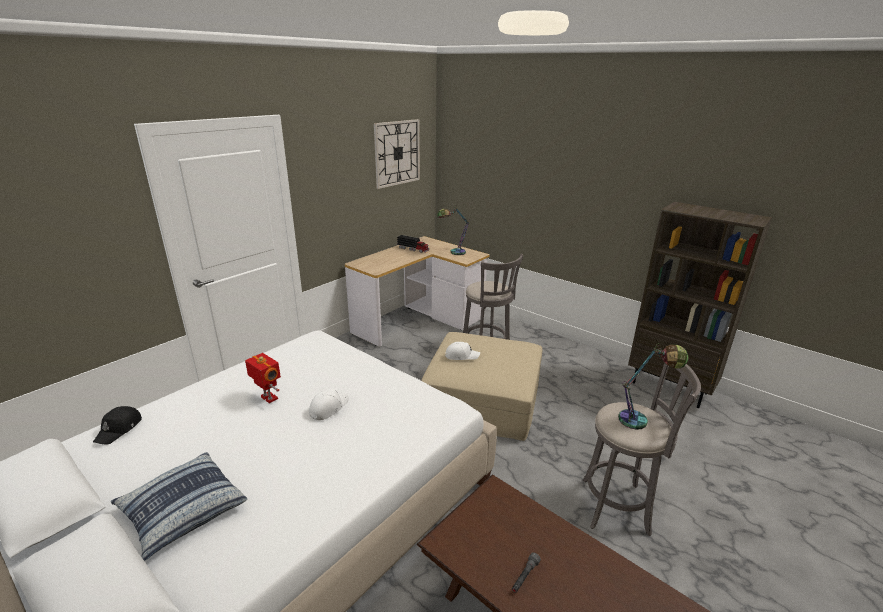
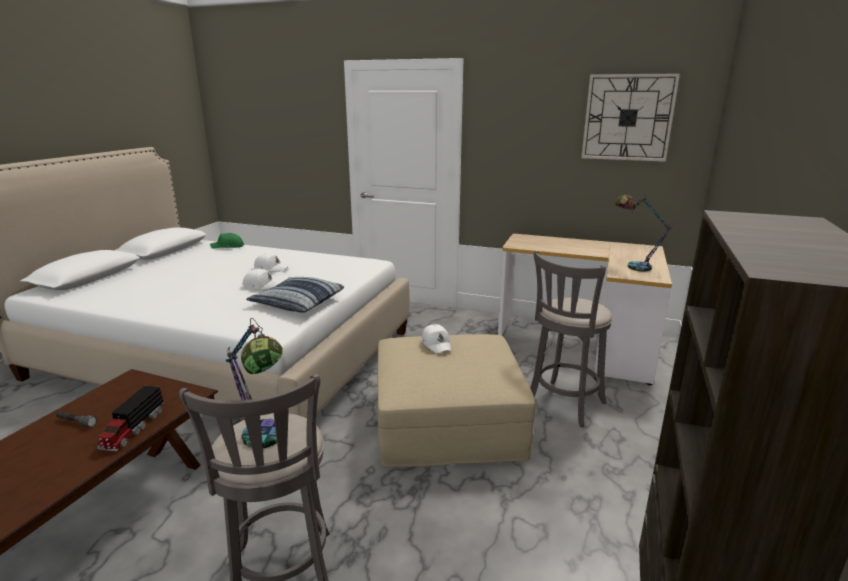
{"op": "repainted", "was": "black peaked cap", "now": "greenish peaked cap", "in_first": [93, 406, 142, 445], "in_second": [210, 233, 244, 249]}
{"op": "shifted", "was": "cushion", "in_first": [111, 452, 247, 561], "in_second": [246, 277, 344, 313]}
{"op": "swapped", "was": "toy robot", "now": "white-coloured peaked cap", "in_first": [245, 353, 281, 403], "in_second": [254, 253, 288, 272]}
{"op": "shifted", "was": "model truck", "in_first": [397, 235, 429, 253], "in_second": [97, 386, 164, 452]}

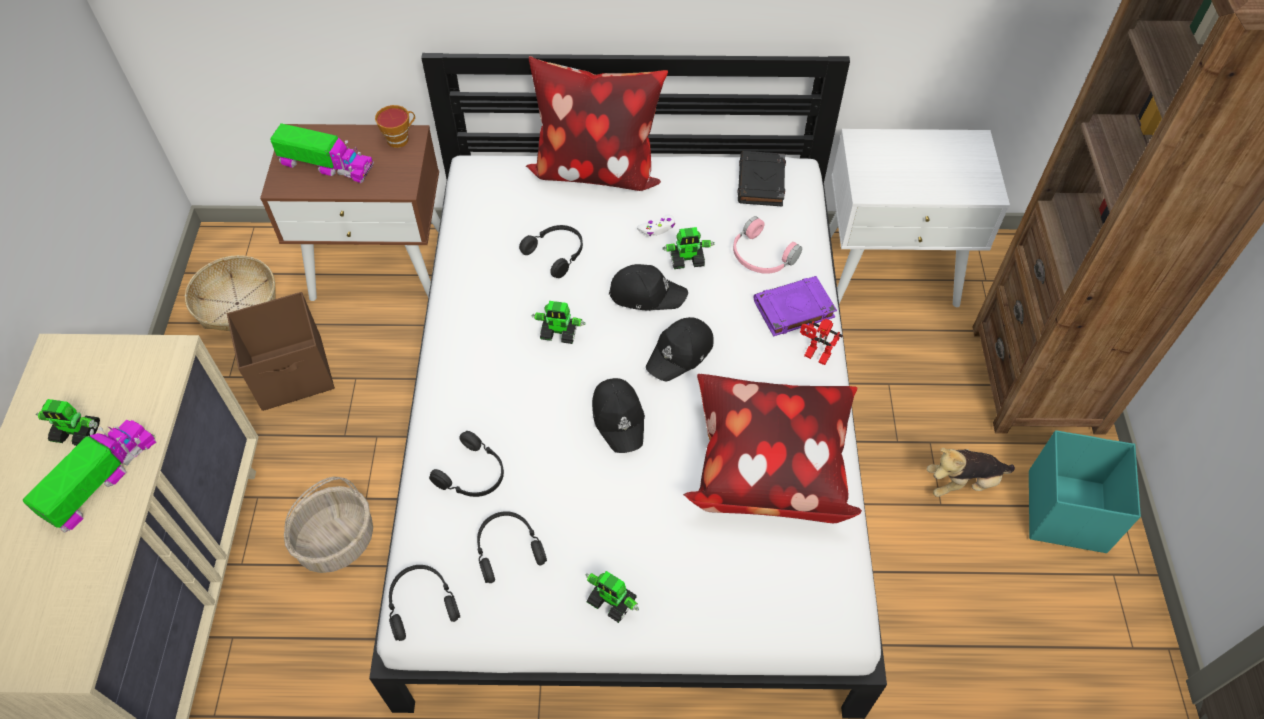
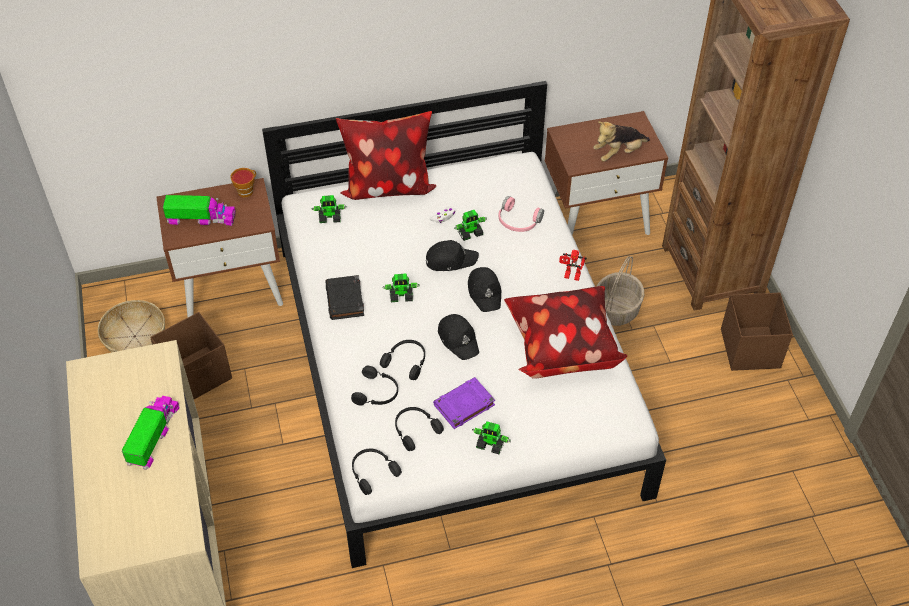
{"op": "shifted", "was": "toy robot", "in_first": [36, 399, 100, 446], "in_second": [311, 195, 347, 223]}
{"op": "shifted", "was": "basket", "in_first": [284, 477, 373, 573], "in_second": [596, 256, 644, 326]}
{"op": "shifted", "was": "black headphones", "in_first": [519, 225, 583, 278], "in_second": [380, 340, 425, 380]}
{"op": "rotated", "was": "black peaked cap", "in_first": [646, 317, 714, 382], "in_second": [468, 267, 502, 312], "clockwise": -45}
{"op": "shifted", "was": "black volume", "in_first": [738, 151, 786, 207], "in_second": [325, 275, 364, 320]}
{"op": "shifted", "was": "purple volume", "in_first": [754, 276, 837, 337], "in_second": [433, 377, 495, 429]}
{"op": "repainted", "was": "white-coloured bedside table", "now": "brown bedside table", "in_first": [829, 129, 1010, 307], "in_second": [545, 111, 668, 235]}
{"op": "shifted", "was": "plush toy", "in_first": [927, 448, 1015, 497], "in_second": [594, 121, 650, 162]}
{"op": "repainted", "was": "turquoise-coloured storage container", "now": "brown storage container", "in_first": [1029, 430, 1141, 553], "in_second": [721, 292, 793, 371]}

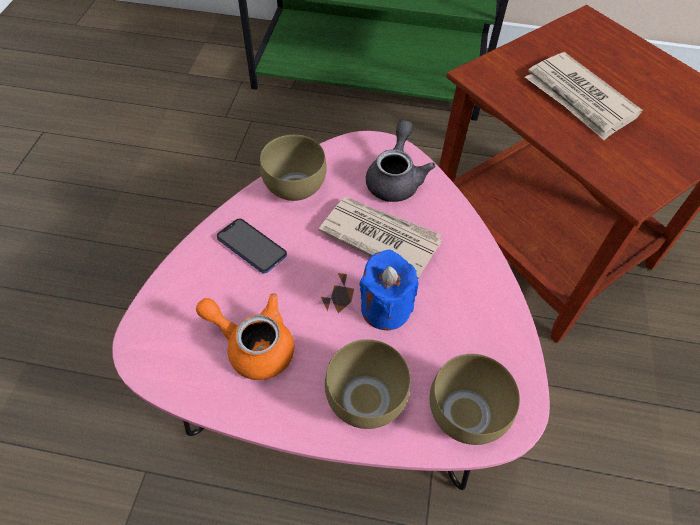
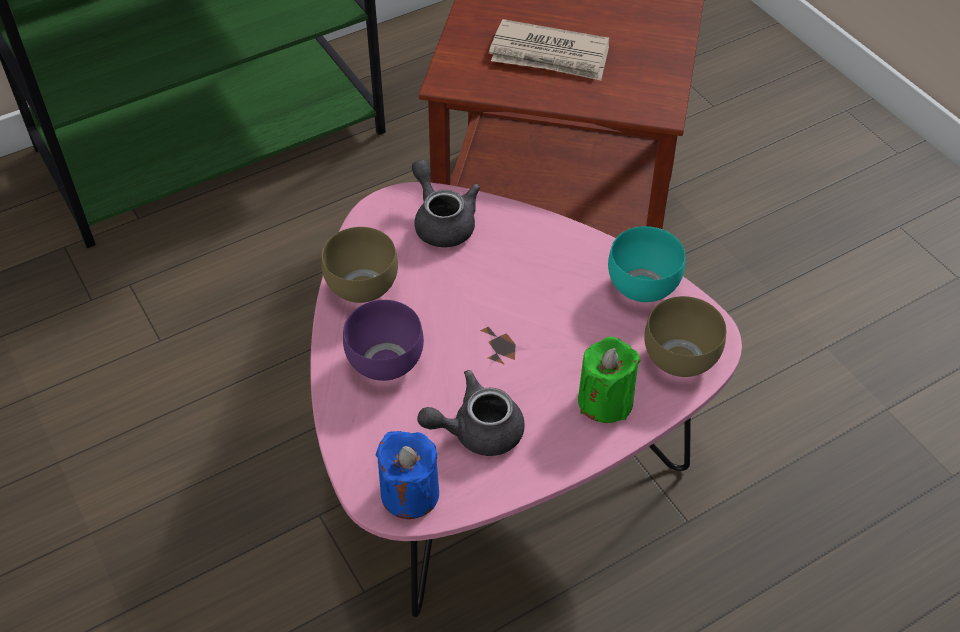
{"op": "repainted", "was": "orange-coloured tea pot", "now": "greyish tea pot", "in_first": [196, 293, 294, 380], "in_second": [417, 370, 525, 456]}
{"op": "swapped", "was": "phone", "now": "purple serving bowl", "in_first": [217, 219, 287, 273], "in_second": [343, 300, 424, 381]}
{"op": "gone", "was": "newspaper", "in_first": [319, 197, 442, 279]}
{"op": "swapped", "was": "brown serving bowl", "now": "greenish wax light", "in_first": [325, 339, 411, 429], "in_second": [578, 337, 641, 423]}
{"op": "shifted", "was": "blue wax light", "in_first": [359, 249, 419, 331], "in_second": [375, 431, 439, 519]}
{"op": "new", "now": "turquoise-coloured serving bowl", "in_second": [608, 226, 685, 302]}

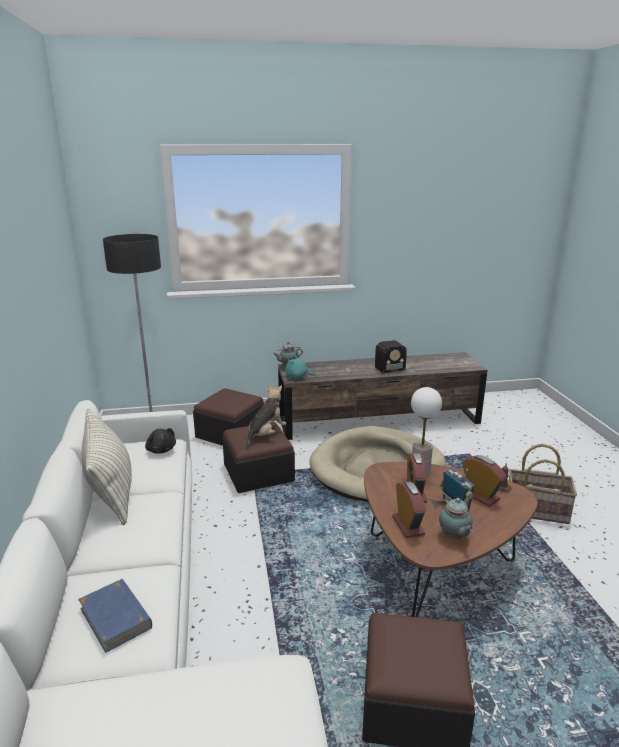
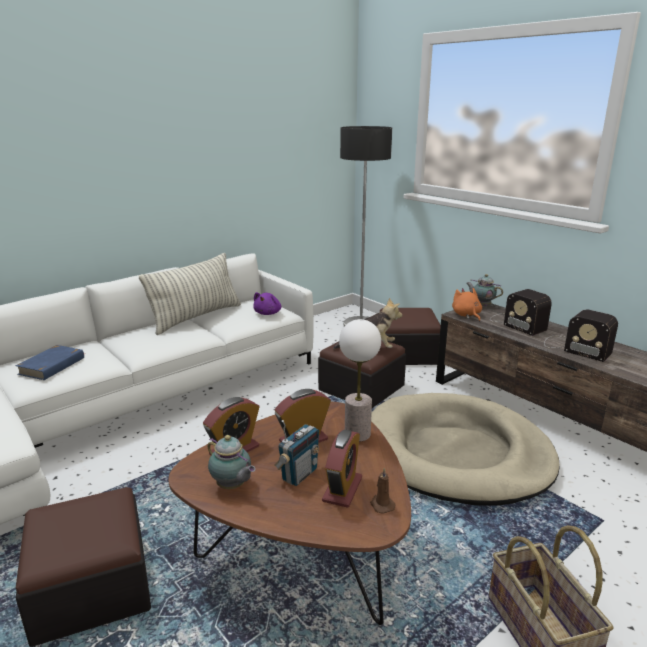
{"op": "repainted", "was": "black plush toy", "now": "purple plush toy", "in_first": [145, 428, 176, 454], "in_second": [253, 292, 281, 315]}
{"op": "repainted", "was": "turquoise-coloured plush toy", "now": "orange-coloured plush toy", "in_first": [285, 355, 317, 379], "in_second": [452, 288, 482, 322]}
{"op": "rotated", "was": "tea pot", "in_first": [439, 496, 474, 539], "in_second": [208, 435, 256, 489], "clockwise": -90}
{"op": "new", "now": "radio", "in_second": [490, 289, 552, 336]}

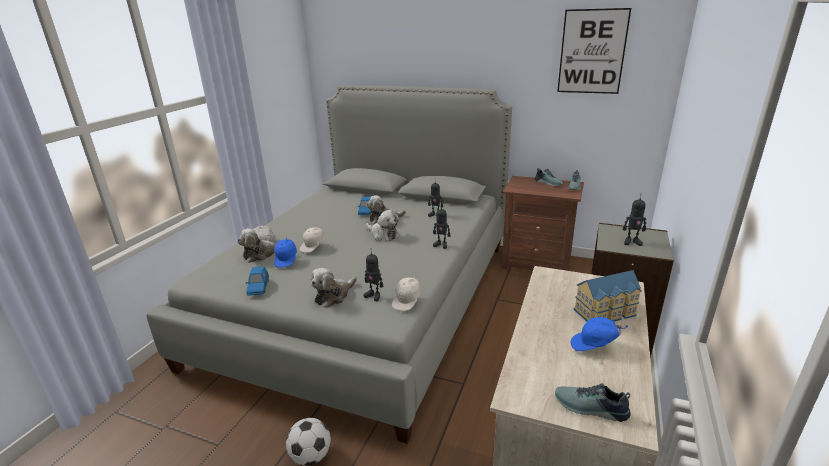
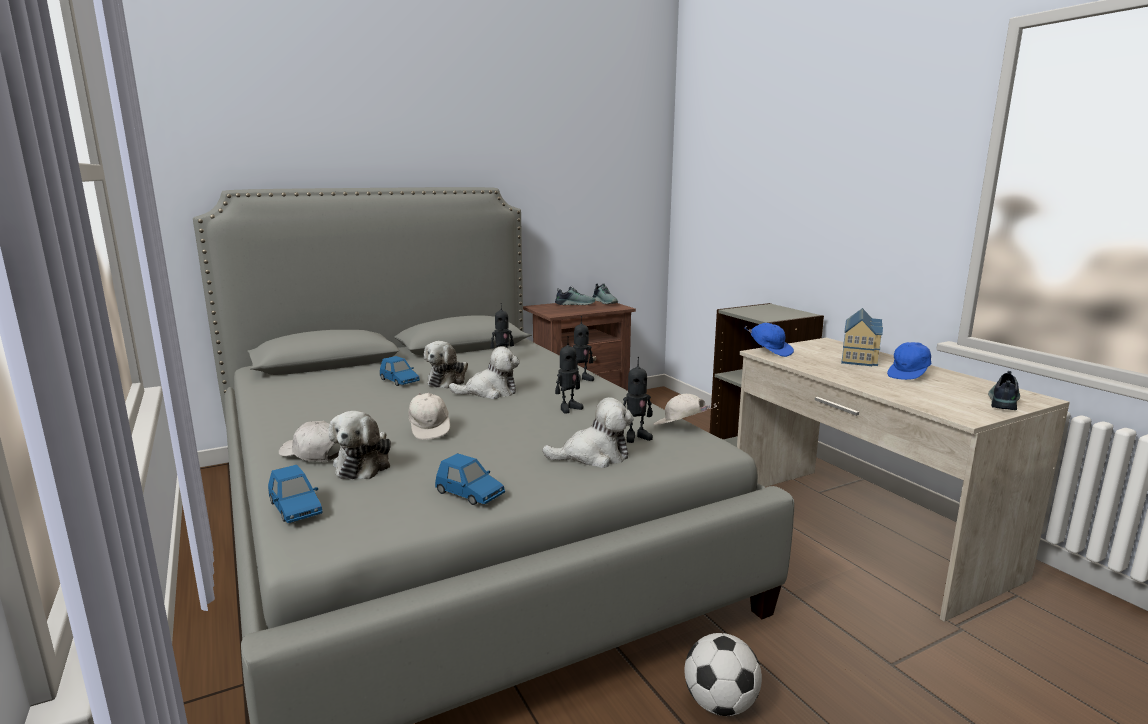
{"op": "shifted", "was": "blue peaked cap", "in_first": [274, 237, 297, 268], "in_second": [744, 323, 794, 357]}
{"op": "rotated", "was": "plush toy", "in_first": [311, 268, 357, 308], "in_second": [542, 397, 634, 468], "clockwise": -90}
{"op": "rotated", "was": "white-coloured peaked cap", "in_first": [392, 274, 420, 311], "in_second": [653, 394, 717, 425], "clockwise": 135}
{"op": "rotated", "was": "low shoe", "in_first": [555, 383, 631, 422], "in_second": [988, 371, 1020, 410], "clockwise": 150}
{"op": "gone", "was": "picture", "in_first": [557, 8, 631, 94]}
{"op": "shifted", "was": "toy robot", "in_first": [623, 193, 646, 246], "in_second": [555, 336, 584, 414]}
{"op": "new", "now": "blue toy car", "in_second": [268, 465, 323, 523]}

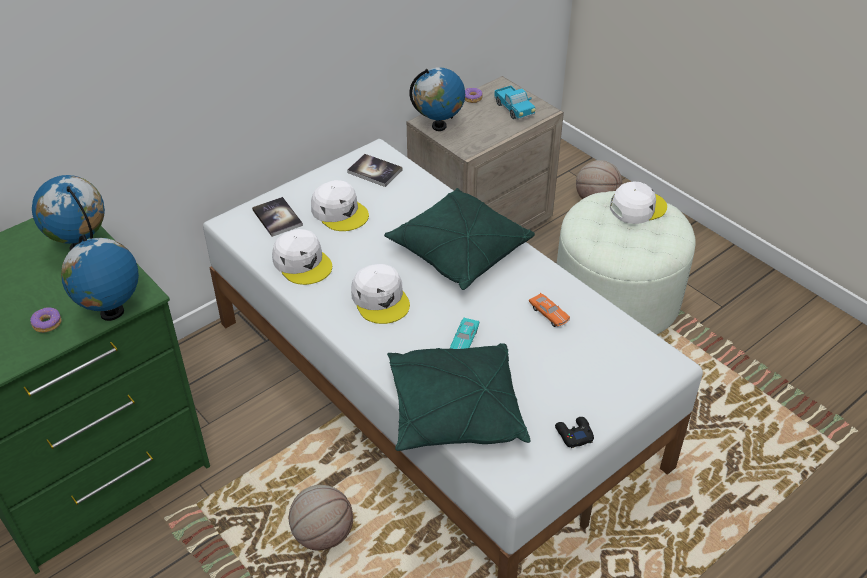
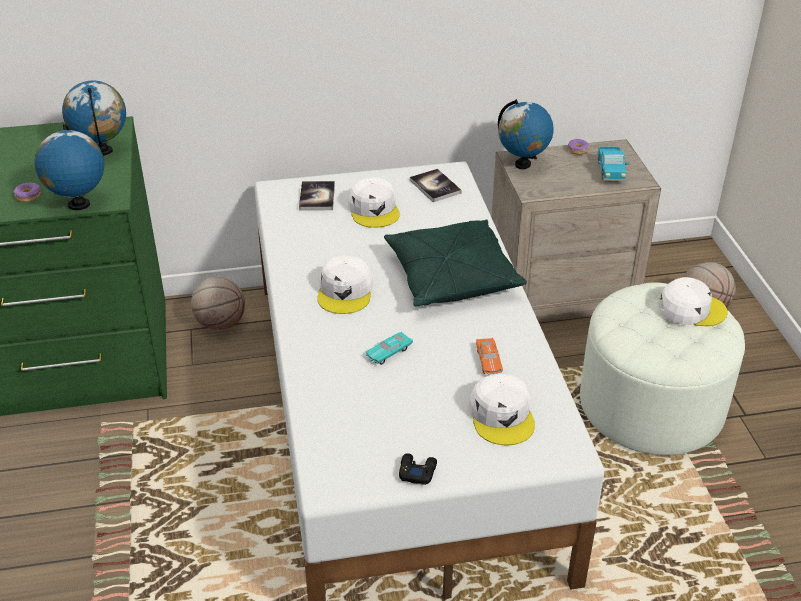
{"op": "shifted", "was": "white-coloured peaked cap", "in_first": [272, 229, 332, 285], "in_second": [469, 374, 535, 445]}
{"op": "shifted", "was": "ball for basketball", "in_first": [289, 485, 353, 551], "in_second": [191, 277, 245, 330]}
{"op": "gone", "was": "greenish cushion", "in_first": [387, 343, 530, 451]}

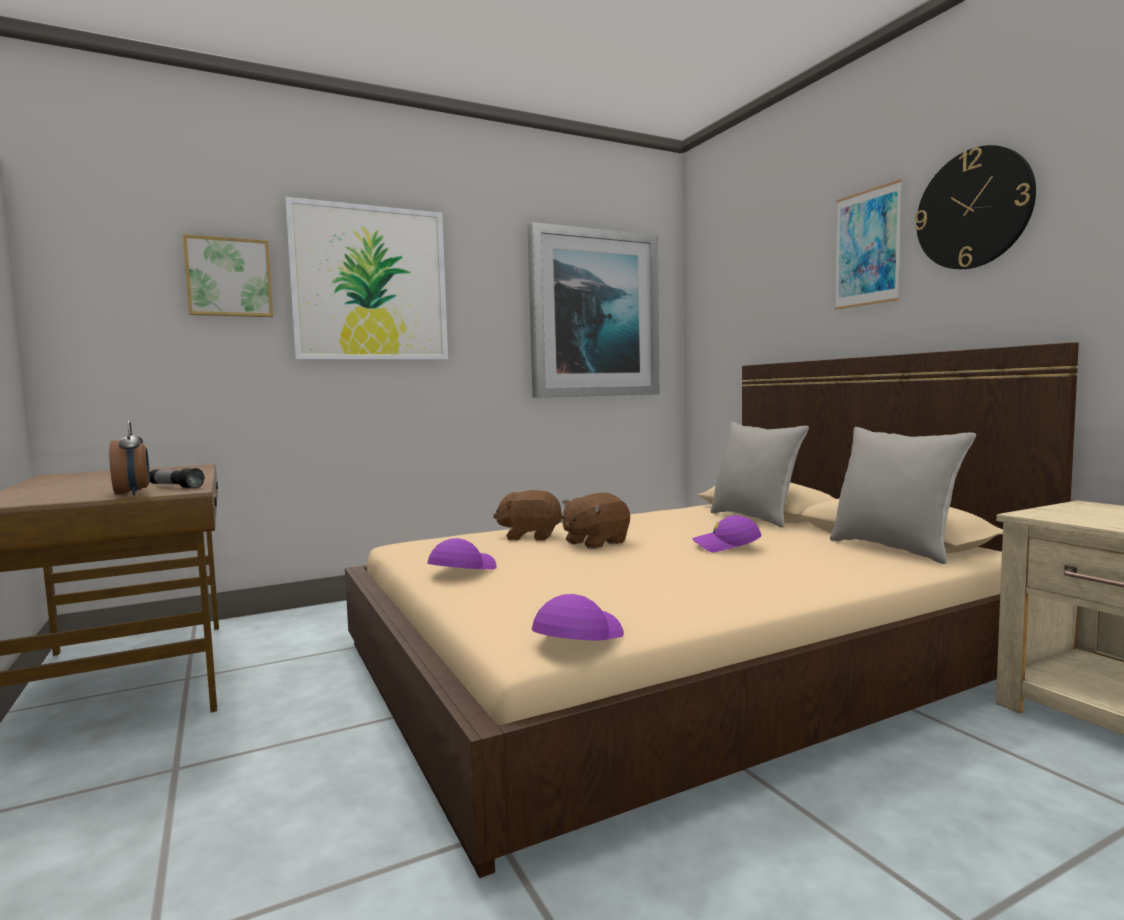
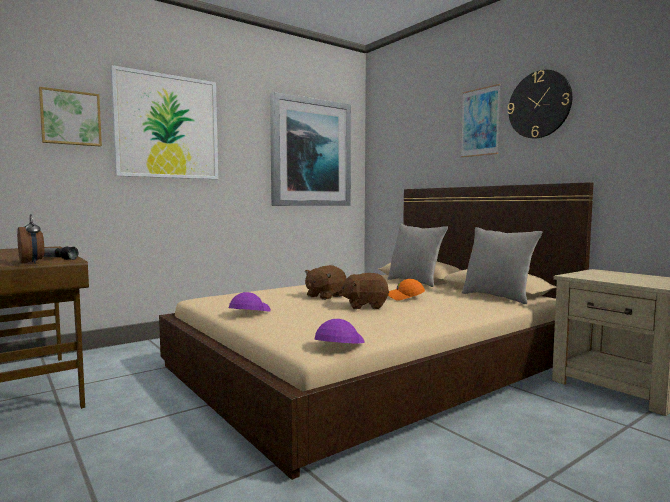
{"op": "shifted", "was": "brown plush toy", "in_first": [493, 490, 563, 540], "in_second": [339, 273, 389, 309]}
{"op": "repainted", "was": "purple peaked cap", "now": "orange-coloured peaked cap", "in_first": [692, 515, 761, 552], "in_second": [388, 279, 425, 301]}

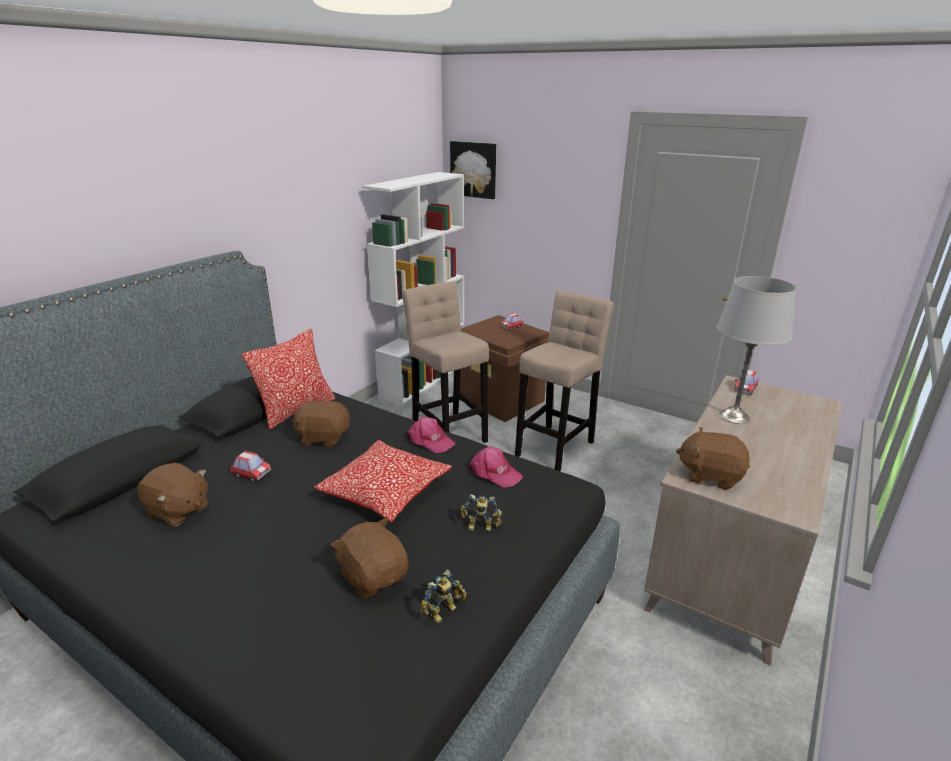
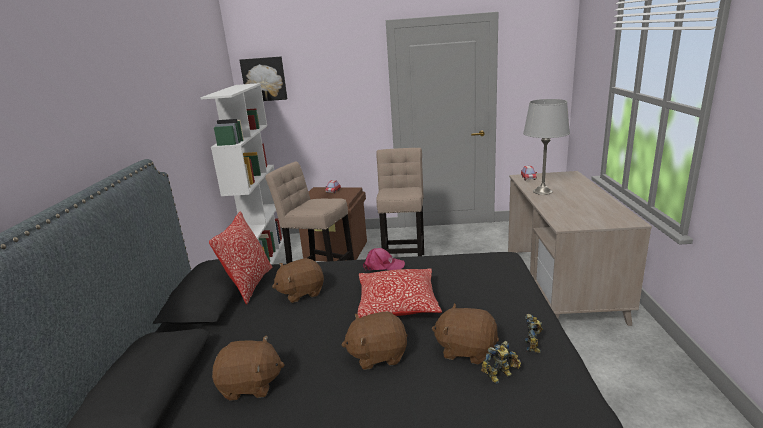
{"op": "gone", "was": "toy car", "in_first": [230, 451, 272, 482]}
{"op": "shifted", "was": "toy robot", "in_first": [460, 494, 502, 531], "in_second": [481, 341, 521, 384]}
{"op": "gone", "was": "pink peaked cap", "in_first": [467, 446, 523, 488]}
{"op": "shifted", "was": "brown plush toy", "in_first": [676, 427, 750, 490], "in_second": [342, 311, 407, 370]}

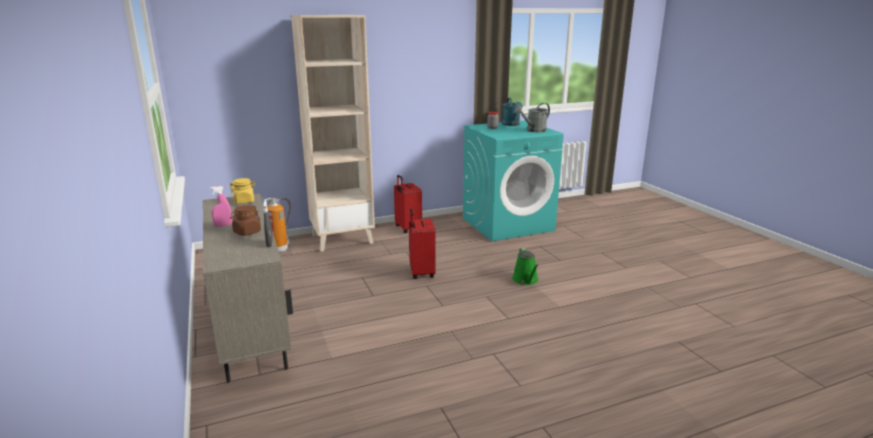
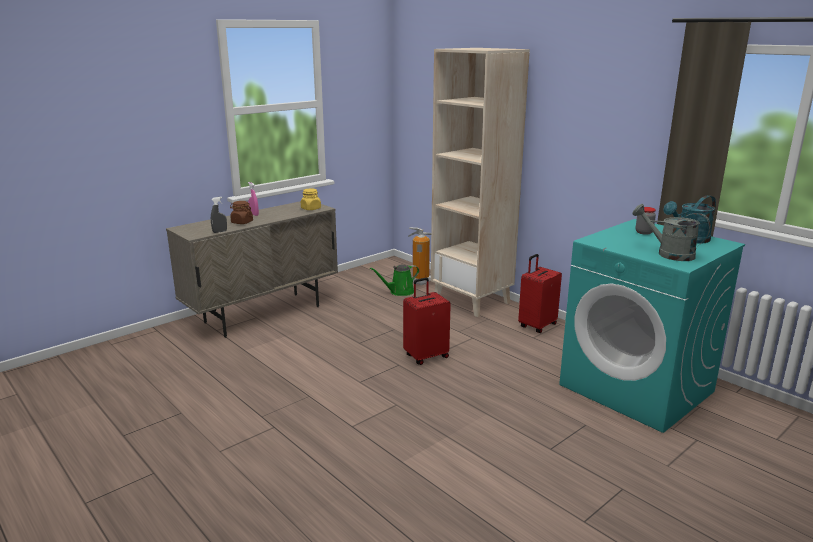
{"op": "shifted", "was": "greenish watering can", "in_first": [512, 248, 538, 285], "in_second": [370, 265, 419, 296]}

